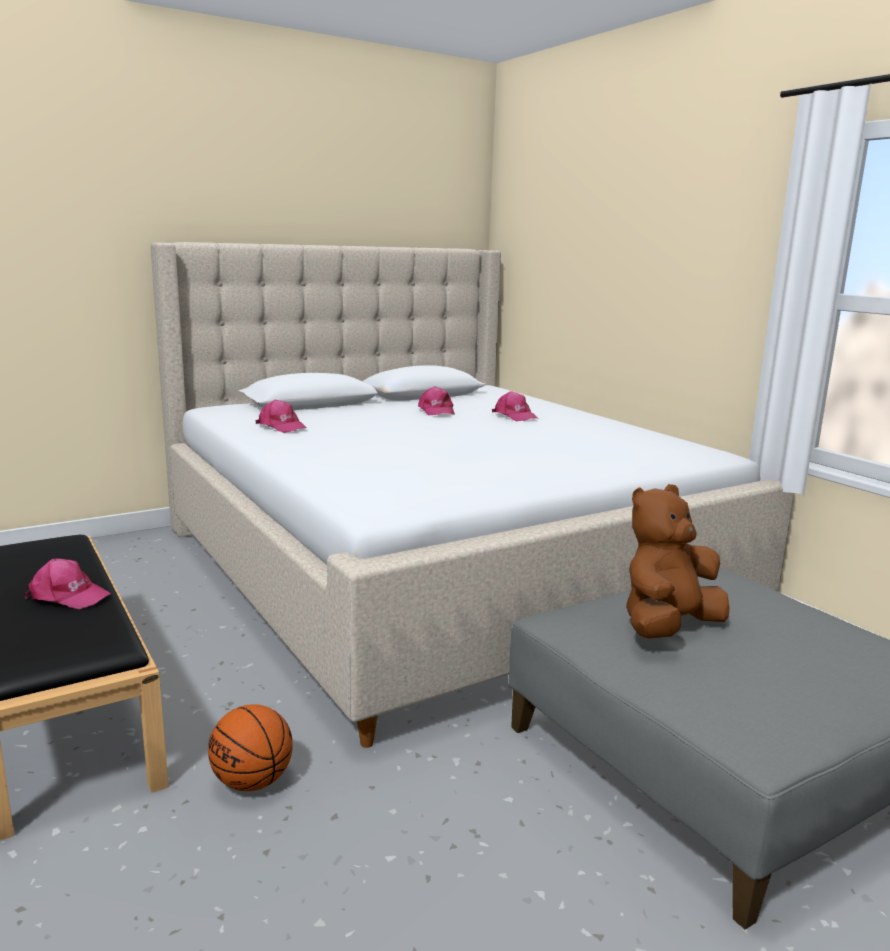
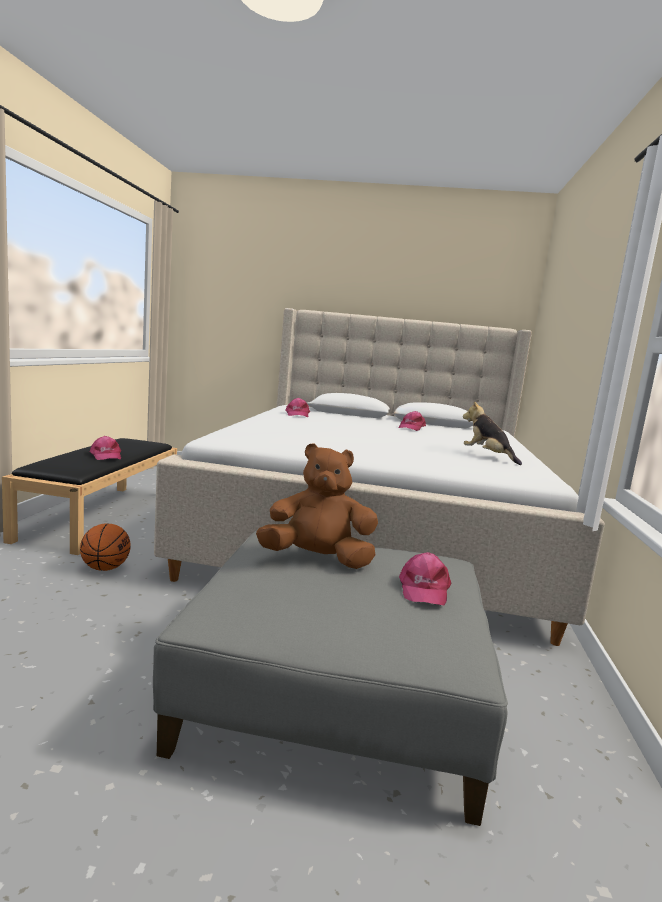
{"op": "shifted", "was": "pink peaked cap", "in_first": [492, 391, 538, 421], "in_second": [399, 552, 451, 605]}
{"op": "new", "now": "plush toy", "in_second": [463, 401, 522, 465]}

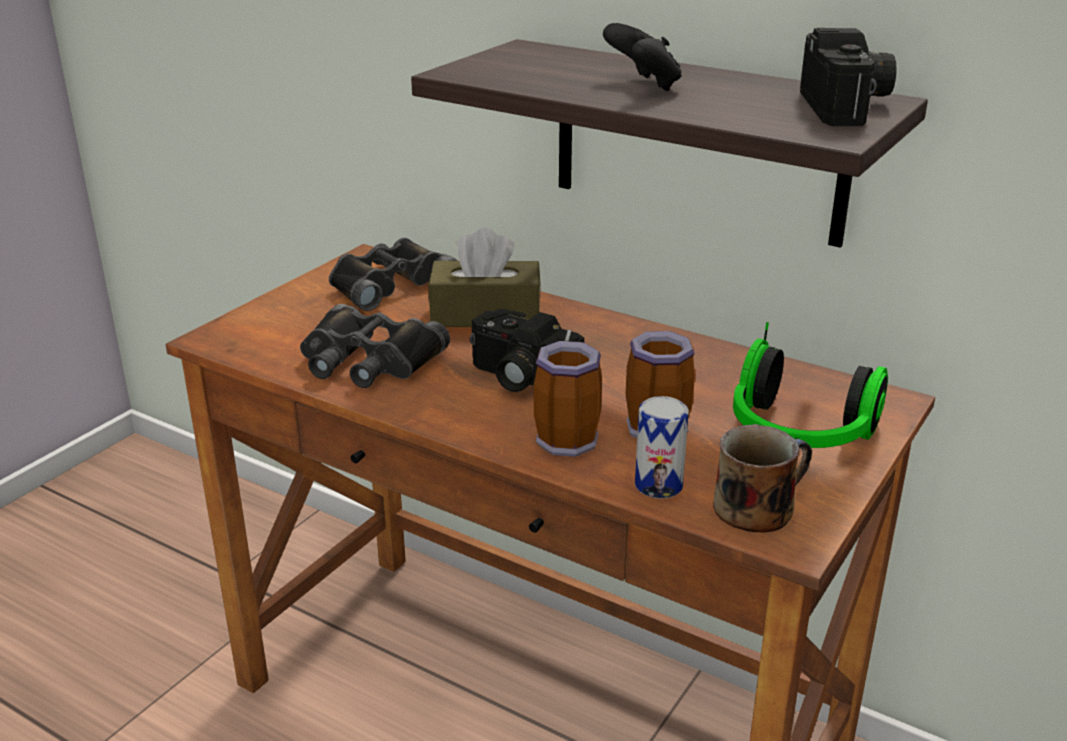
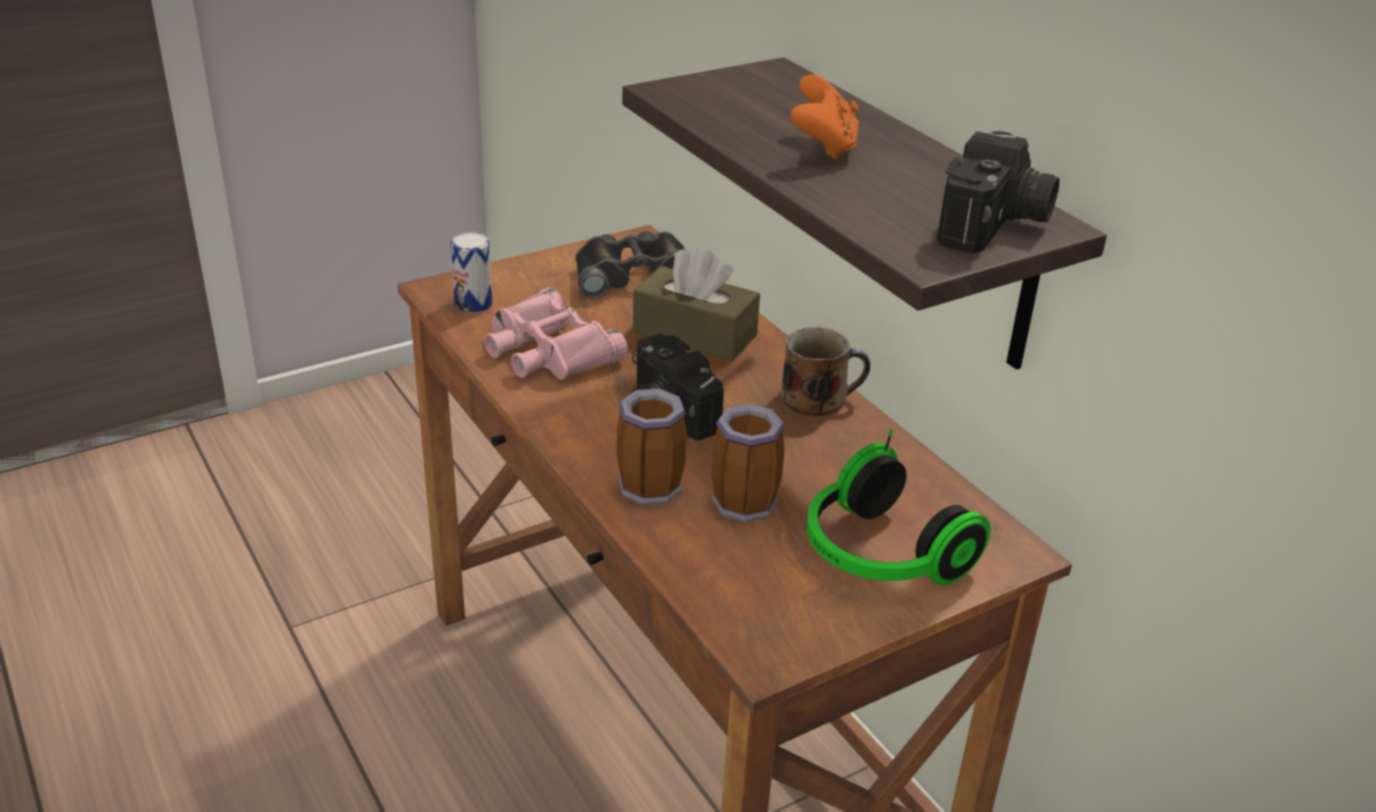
{"op": "repainted", "was": "black field glasses", "now": "pink field glasses", "in_first": [300, 304, 450, 388], "in_second": [484, 287, 628, 379]}
{"op": "repainted", "was": "black game controller", "now": "orange-coloured game controller", "in_first": [603, 23, 682, 91], "in_second": [790, 74, 859, 160]}
{"op": "shifted", "was": "metal can", "in_first": [635, 396, 689, 499], "in_second": [450, 232, 492, 313]}
{"op": "shifted", "was": "coffee mug", "in_first": [713, 424, 812, 532], "in_second": [781, 327, 870, 416]}

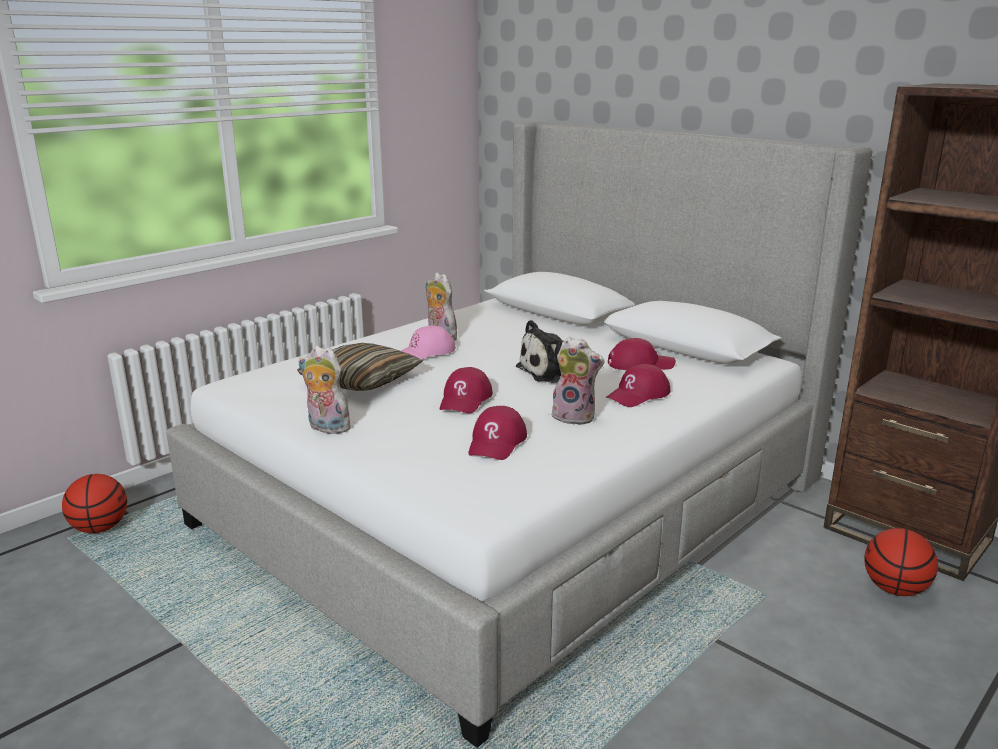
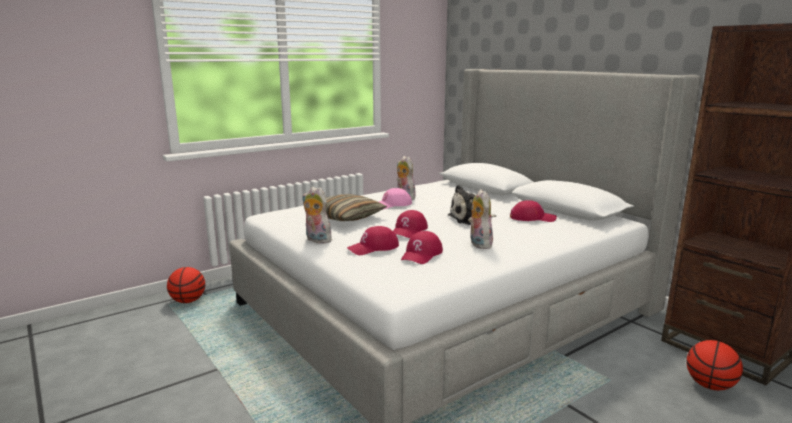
{"op": "rotated", "was": "plush toy", "in_first": [551, 337, 604, 425], "in_second": [468, 189, 493, 249], "clockwise": -135}
{"op": "shifted", "was": "reddish peaked cap", "in_first": [605, 364, 670, 407], "in_second": [347, 226, 399, 255]}

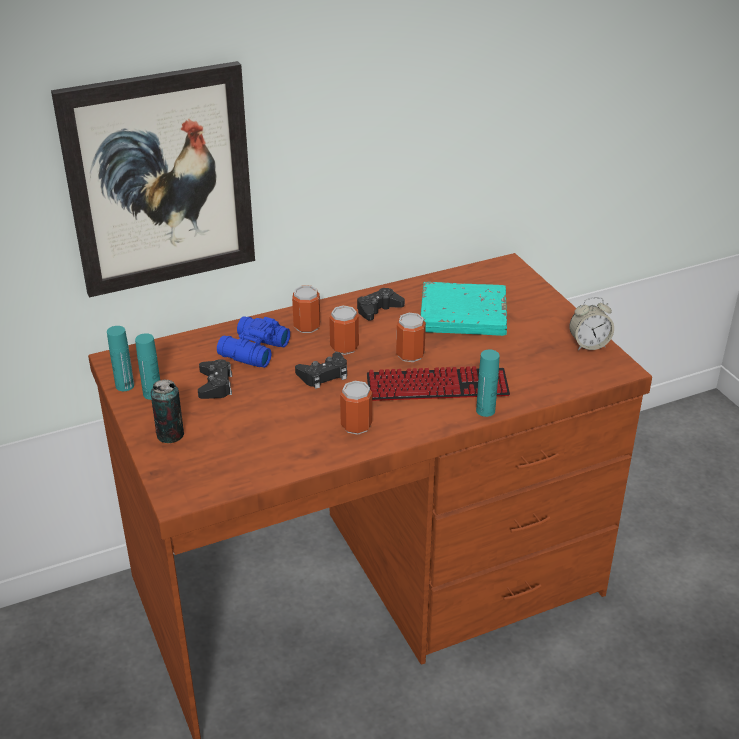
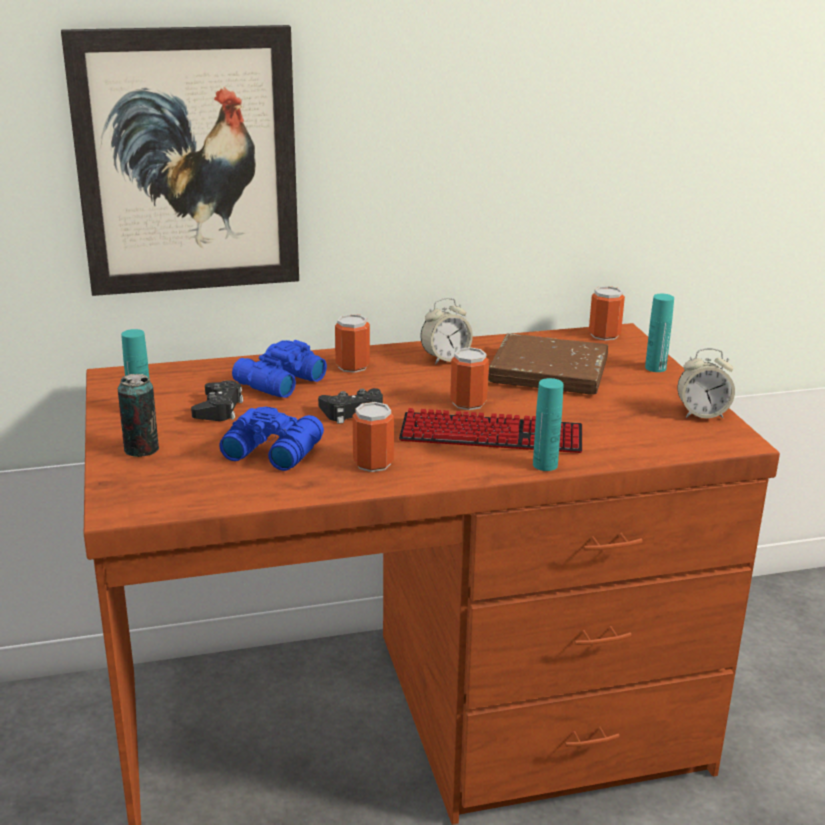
{"op": "shifted", "was": "turquoise-coloured beverage bottle", "in_first": [107, 326, 134, 391], "in_second": [645, 294, 674, 372]}
{"op": "shifted", "was": "metal can", "in_first": [329, 305, 359, 355], "in_second": [589, 286, 625, 340]}
{"op": "swapped", "was": "black game controller", "now": "bedside clock", "in_first": [357, 288, 405, 320], "in_second": [421, 298, 473, 365]}
{"op": "repainted", "was": "turquoise-coloured volume", "now": "brown volume", "in_first": [421, 282, 507, 336], "in_second": [488, 333, 608, 395]}
{"op": "new", "now": "blue field glasses", "in_second": [219, 407, 324, 471]}

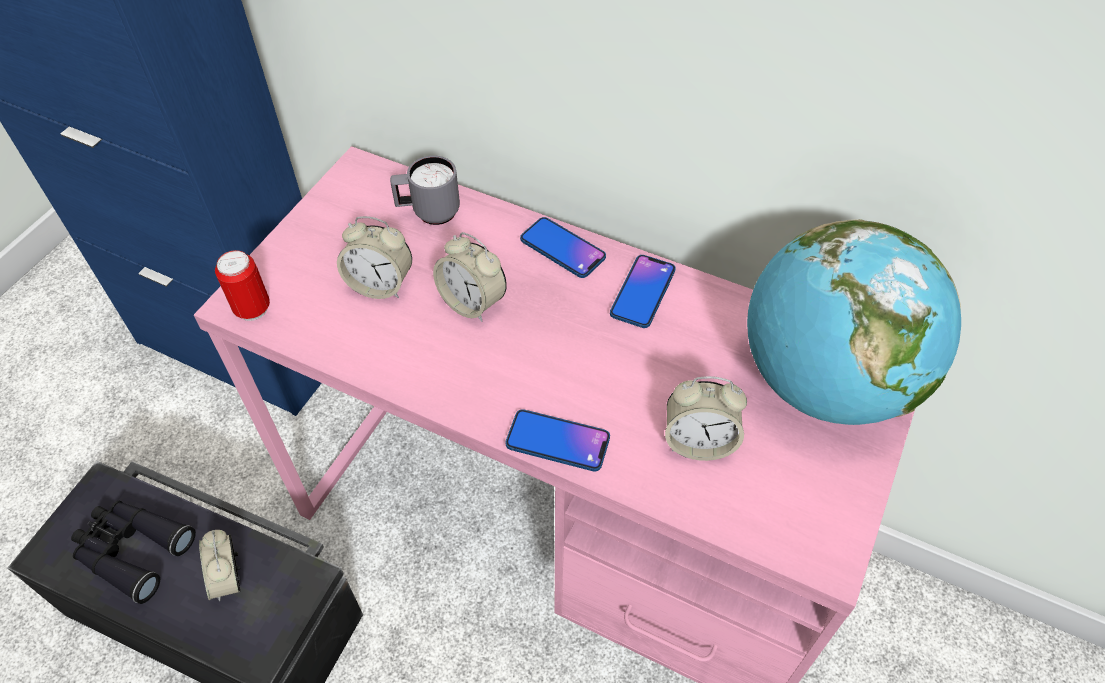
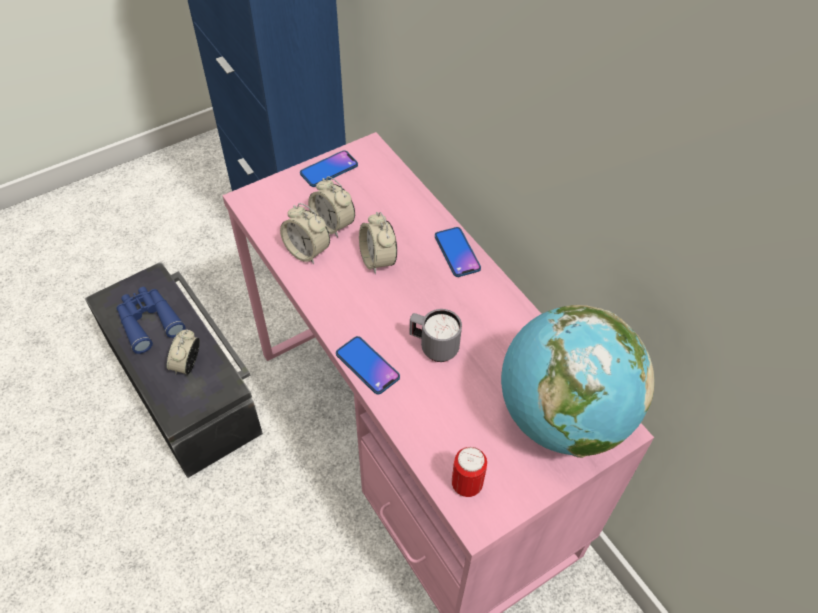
{"op": "repainted", "was": "black field glasses", "now": "blue field glasses", "in_first": [71, 501, 196, 604], "in_second": [116, 287, 186, 354]}
{"op": "shifted", "was": "metal can", "in_first": [215, 250, 270, 321], "in_second": [452, 447, 487, 497]}
{"op": "shifted", "was": "greyish coffee mug", "in_first": [390, 156, 460, 225], "in_second": [410, 309, 462, 362]}
{"op": "shifted", "was": "phone", "in_first": [610, 255, 676, 328], "in_second": [300, 150, 358, 187]}
{"op": "shifted", "was": "bedside clock", "in_first": [665, 376, 747, 461], "in_second": [280, 203, 330, 264]}

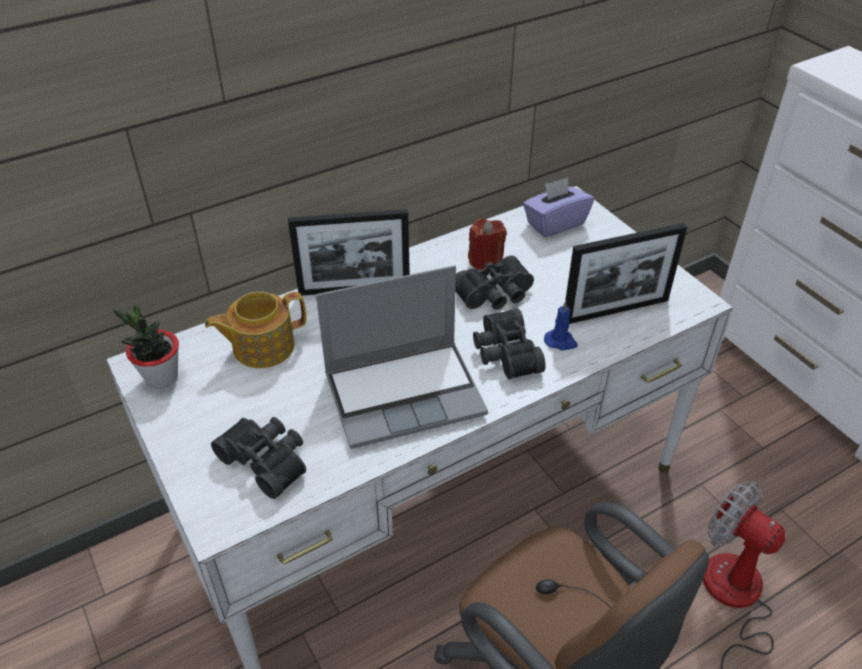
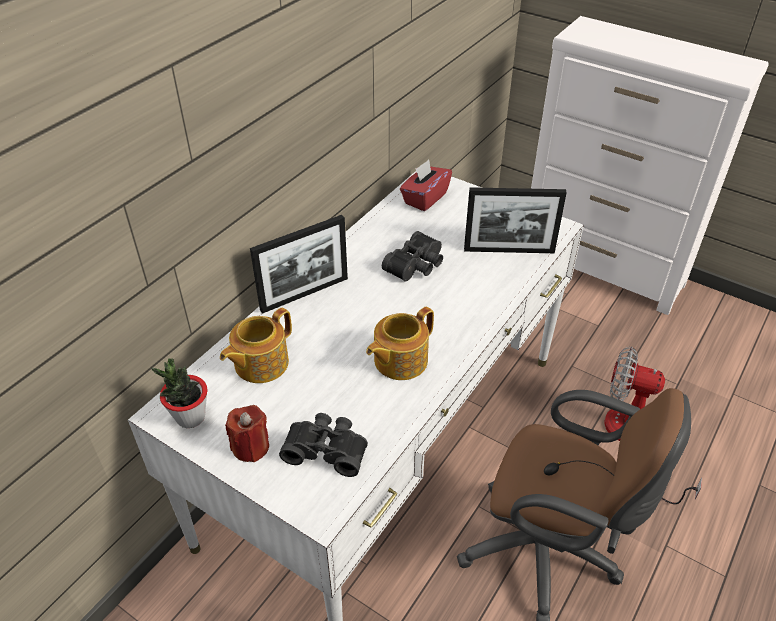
{"op": "swapped", "was": "notebook computer", "now": "tea pot", "in_first": [316, 265, 488, 449], "in_second": [366, 306, 434, 380]}
{"op": "shifted", "was": "reddish wax light", "in_first": [468, 218, 507, 270], "in_second": [225, 405, 269, 462]}
{"op": "gone", "was": "black field glasses", "in_first": [473, 309, 546, 379]}
{"op": "repainted", "was": "purple tissue box", "now": "reddish tissue box", "in_first": [523, 177, 594, 237], "in_second": [400, 159, 452, 211]}
{"op": "gone", "was": "blue wax light", "in_first": [544, 300, 578, 350]}
{"op": "rotated", "was": "picture frame", "in_first": [565, 223, 687, 324], "in_second": [464, 187, 567, 253], "clockwise": 45}

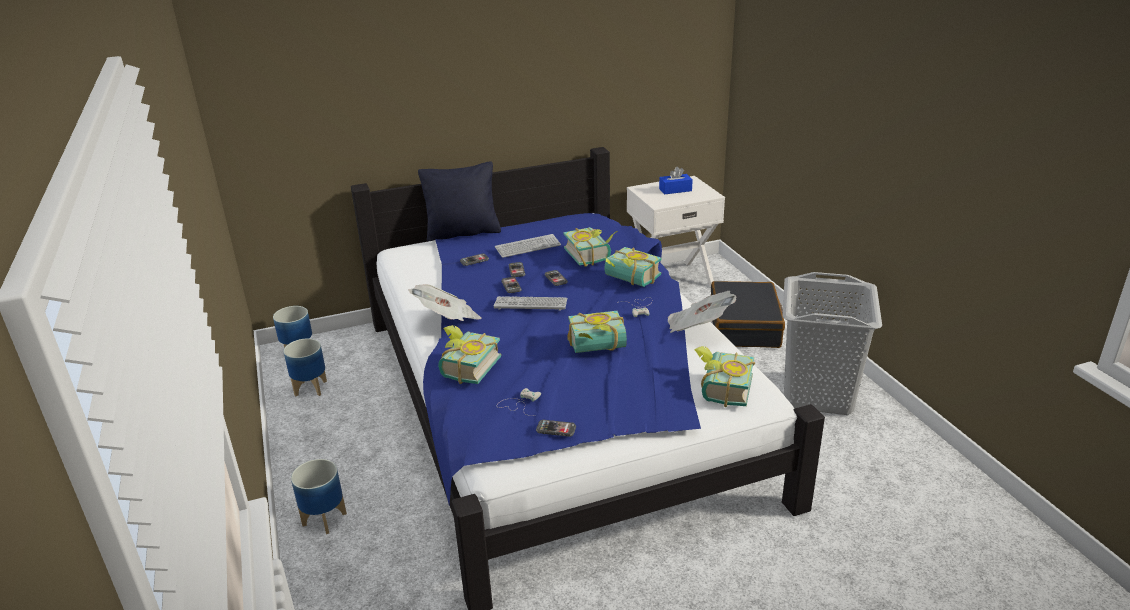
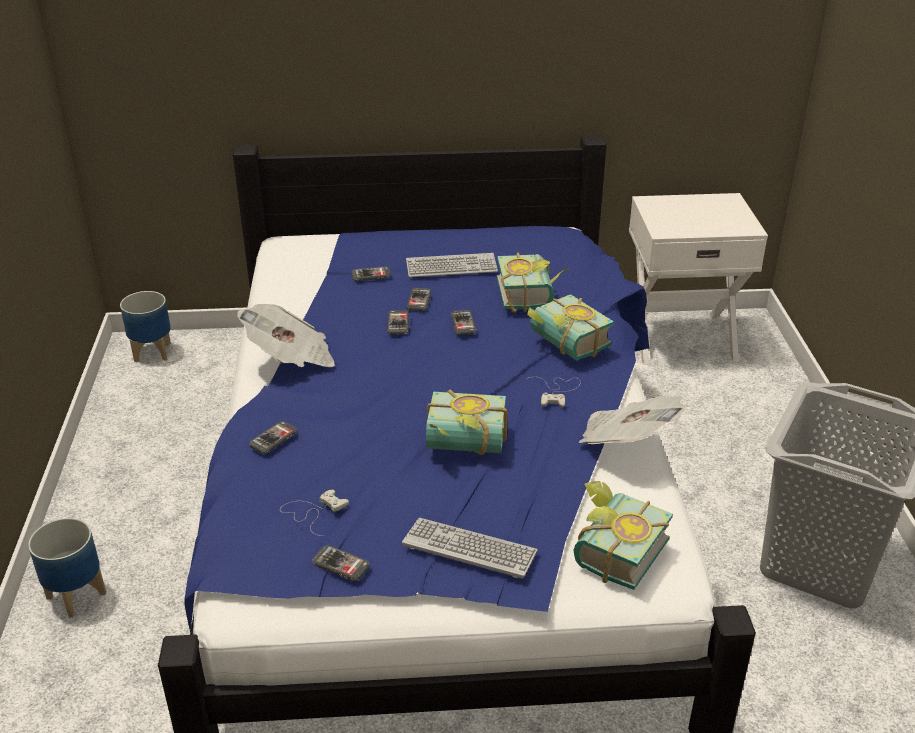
{"op": "gone", "was": "plant pot", "in_first": [283, 338, 327, 396]}
{"op": "gone", "was": "black cushion", "in_first": [418, 161, 501, 241]}
{"op": "swapped", "was": "volume", "now": "phone", "in_first": [438, 325, 501, 384], "in_second": [249, 421, 297, 454]}
{"op": "shifted", "was": "keyboard", "in_first": [494, 296, 567, 310], "in_second": [402, 518, 538, 579]}
{"op": "gone", "was": "blue tissue box", "in_first": [659, 167, 693, 195]}
{"op": "gone", "was": "black travel case", "in_first": [711, 281, 785, 348]}

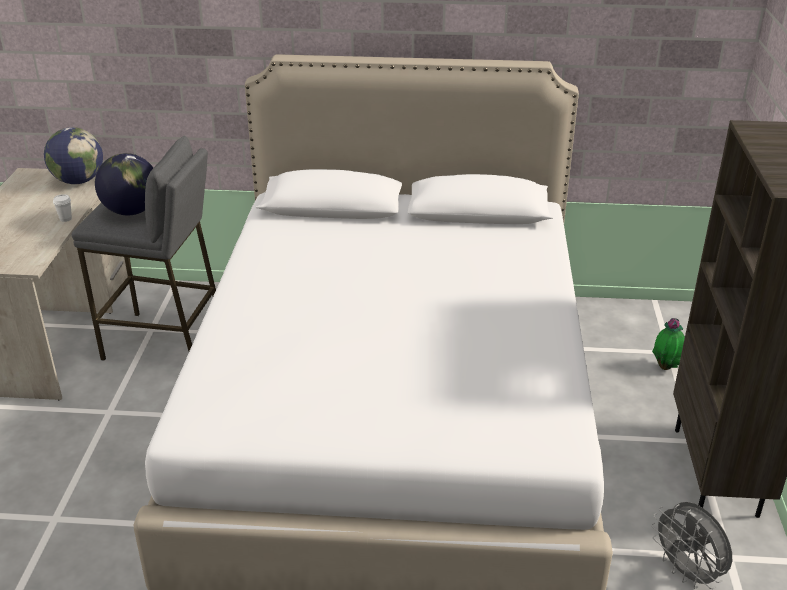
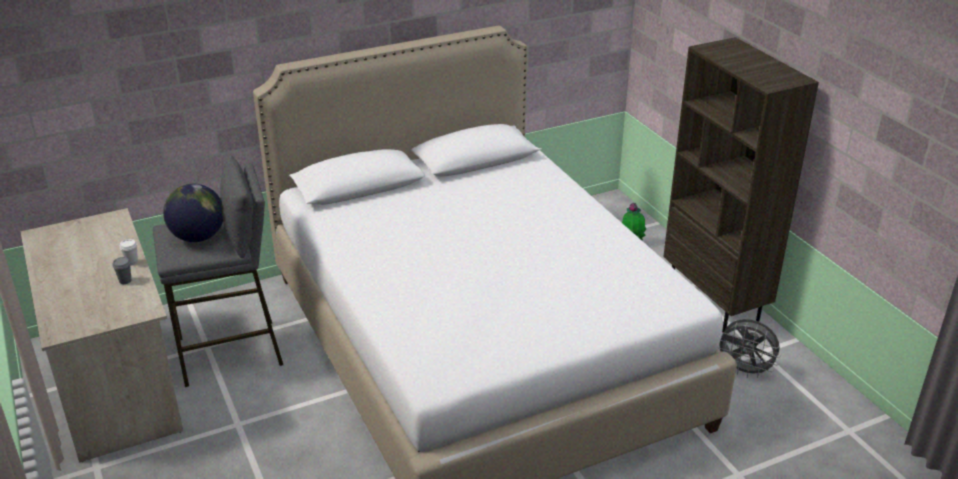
{"op": "gone", "was": "desk globe", "in_first": [44, 127, 103, 184]}
{"op": "new", "now": "greyish cup", "in_second": [112, 257, 131, 284]}

